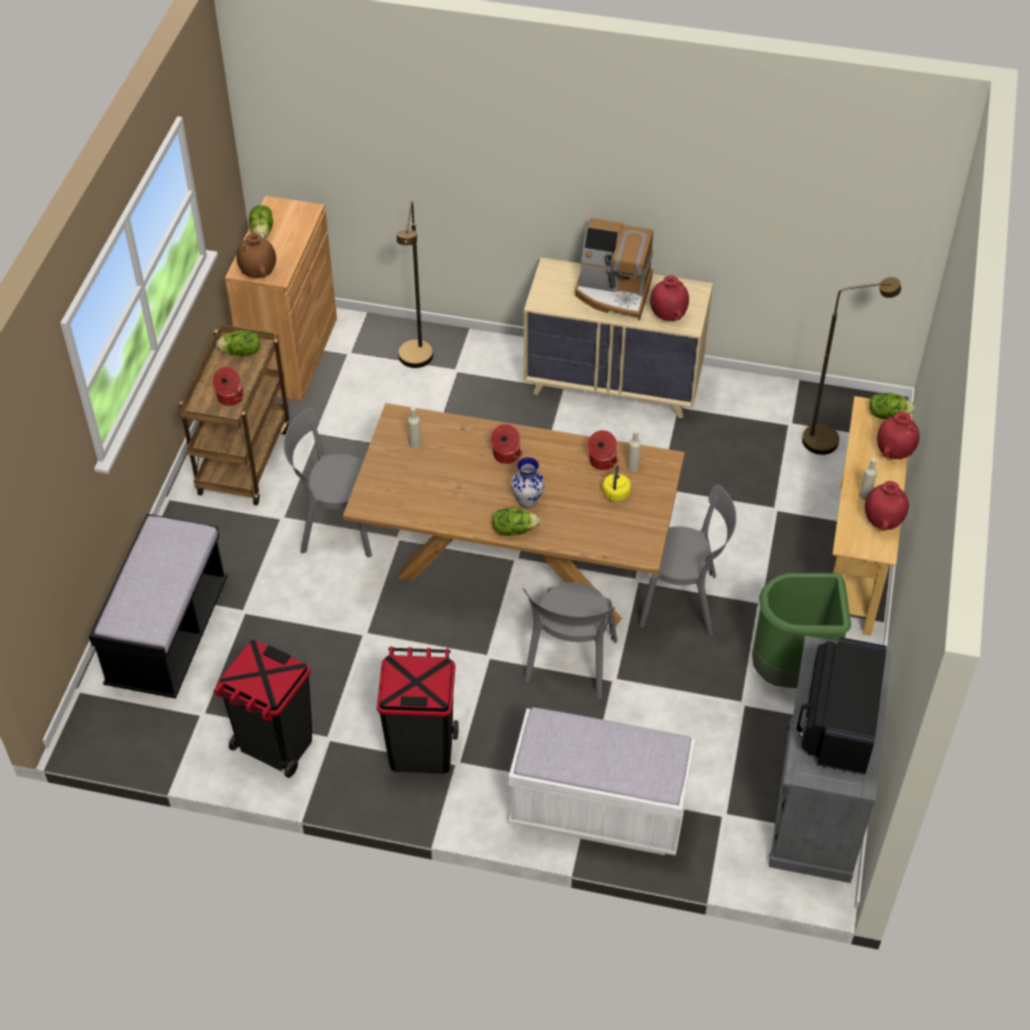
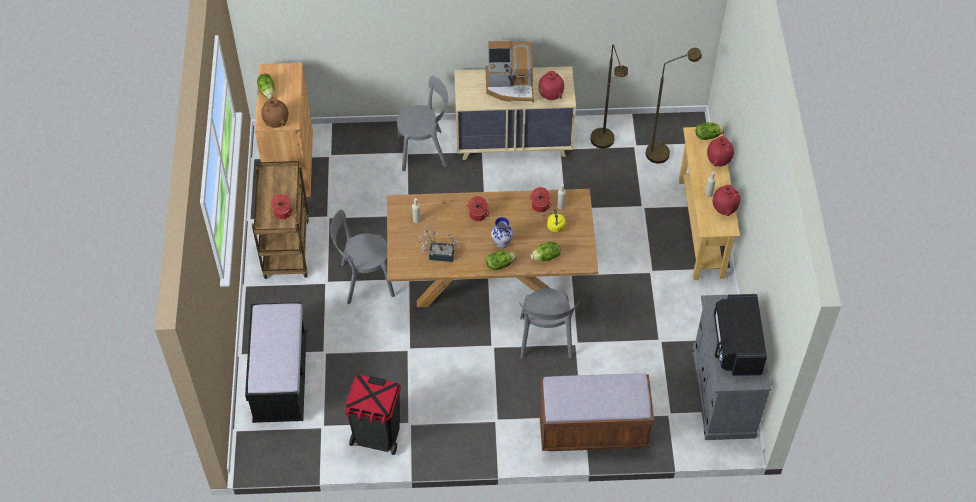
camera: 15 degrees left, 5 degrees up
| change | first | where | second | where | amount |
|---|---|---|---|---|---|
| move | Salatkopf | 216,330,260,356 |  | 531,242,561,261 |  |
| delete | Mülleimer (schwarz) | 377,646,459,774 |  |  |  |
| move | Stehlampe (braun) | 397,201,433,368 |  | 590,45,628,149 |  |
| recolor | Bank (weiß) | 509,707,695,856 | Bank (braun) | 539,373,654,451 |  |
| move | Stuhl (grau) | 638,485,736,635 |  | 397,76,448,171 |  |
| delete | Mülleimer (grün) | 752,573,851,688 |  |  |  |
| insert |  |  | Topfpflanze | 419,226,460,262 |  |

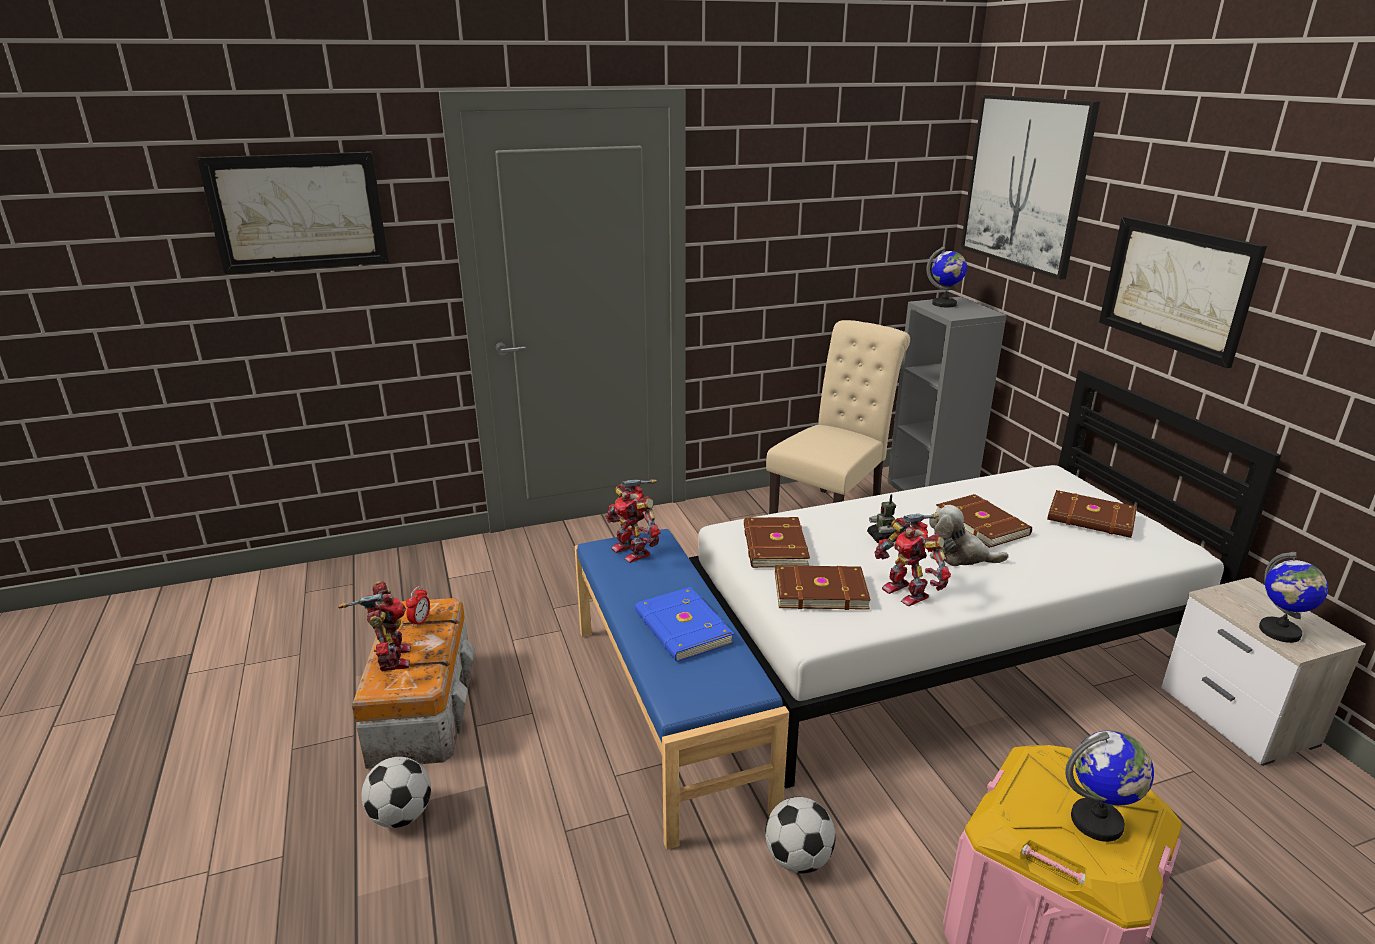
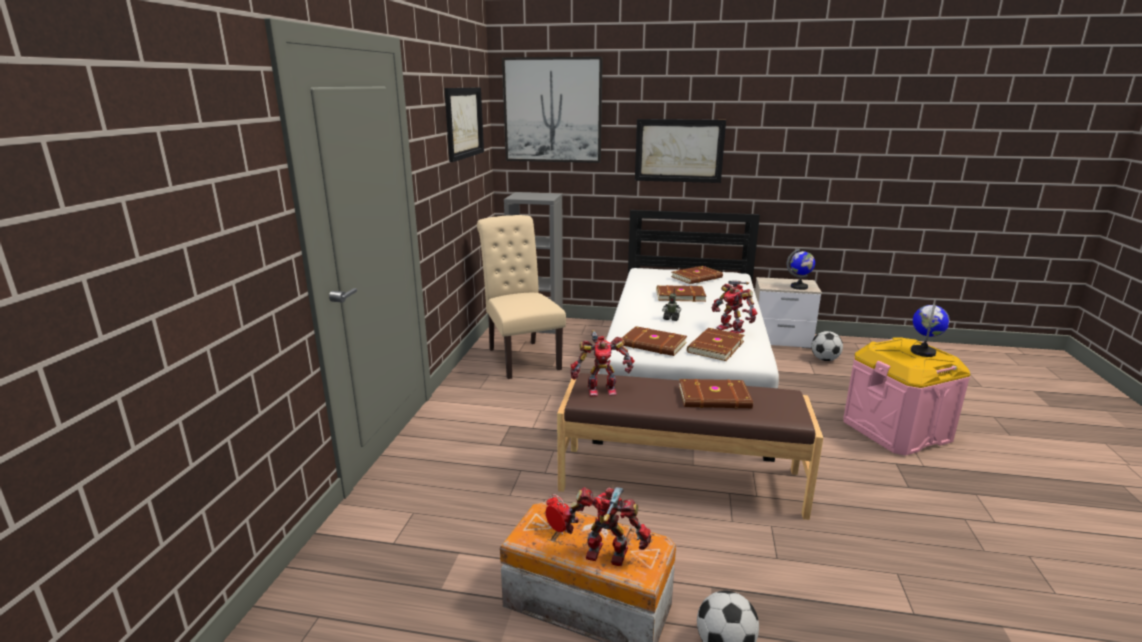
camera: 60 degrees left, 5 degrees down
| change | first | where | second | where | amount |
|---|---|---|---|---|---|
| move | Bild | 197,152,389,274 |  | 444,87,484,162 |  |
| recolor | Bank (blau) | 575,529,789,850 | Bank (braun) | 557,373,823,520 |  |
| recolor | Buch (blau) | 635,587,734,662 | Buch (braun) | 679,379,753,409 |  |
| move | Fußball | 765,797,836,874 |  | 811,331,843,361 |  |
| rotate | Spielzeugroboter | 874,514,951,606 |  | 711,281,757,334 | 60 degrees clockwise |
| delete | Globus | 926,246,967,308 |  |  |  |
| delete | Plüschtier | 929,505,1009,566 |  |  |  |

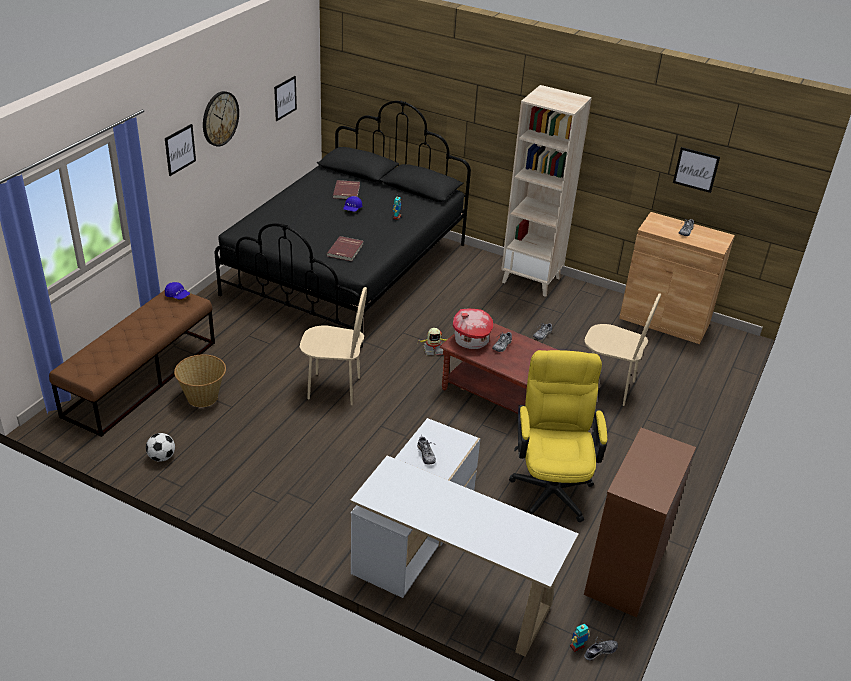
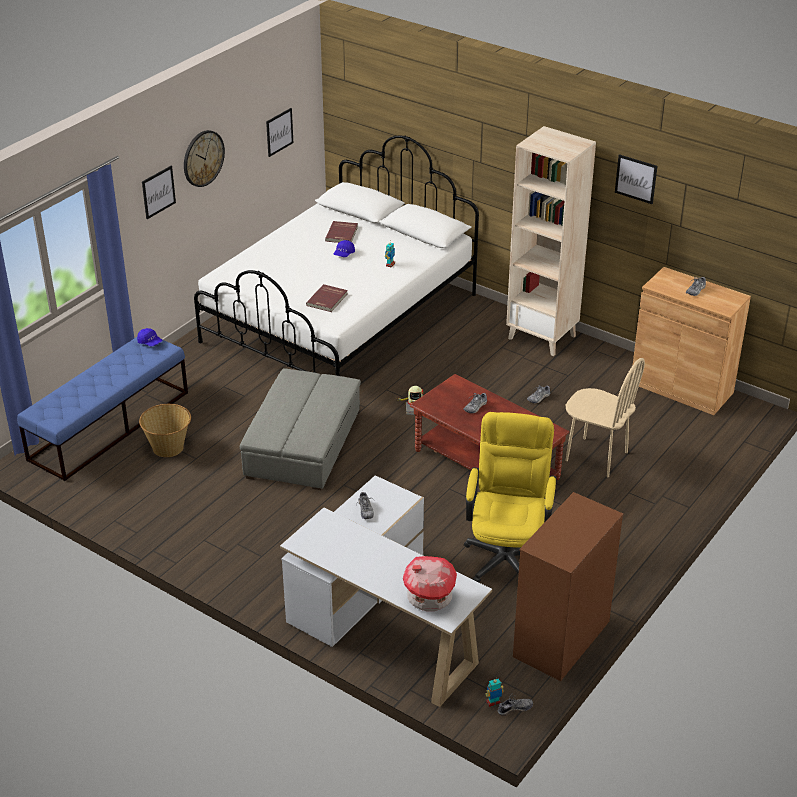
camera: 10 degrees right, 0 degrees up
| change | first | where | second | where | amount |
|---|---|---|---|---|---|
| recolor | Bank (braun) | 49,290,215,437 | Bank (blau) | 17,337,188,481 |  |
| delete | Fußball | 146,433,175,462 |  |  |  |
| recolor | Bett (schwarz) | 215,101,471,348 | Bett (weiß) | 194,136,479,376 |  |
| replace | Stuhl (beige) | 300,287,367,405 | Polsterhocker (grau) | 240,368,361,490 |  |
| move | Spielzeughaus | 452,309,493,349 |  | 403,556,457,611 |  |
| move | Bild | 673,147,720,193 |  | 615,154,658,204 |  |

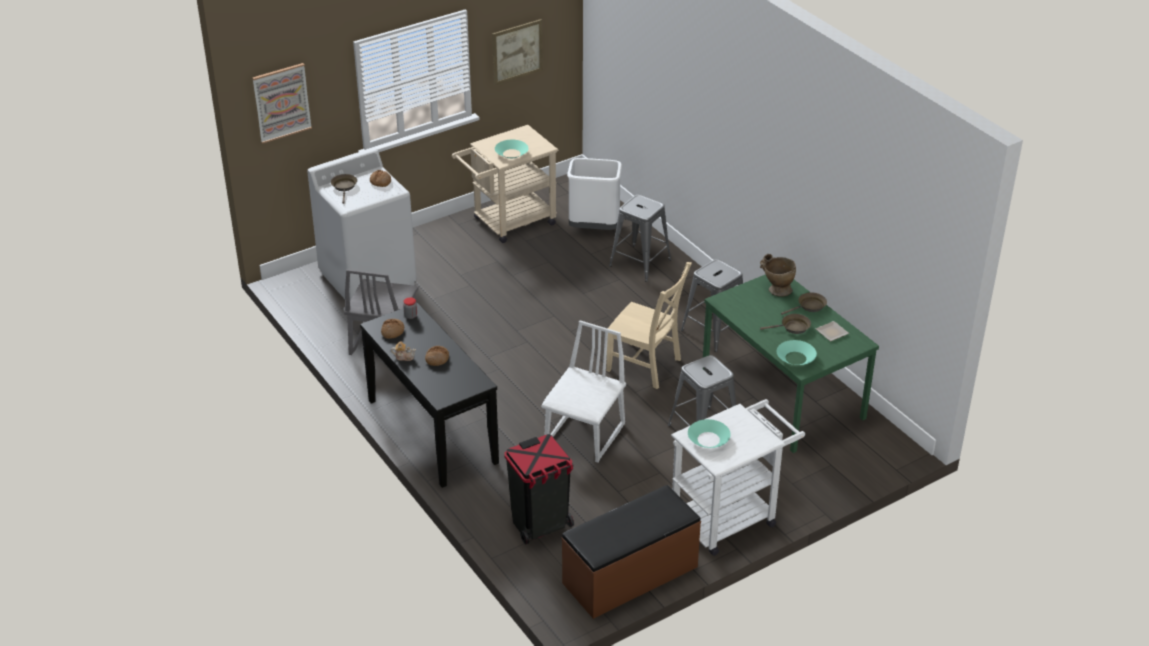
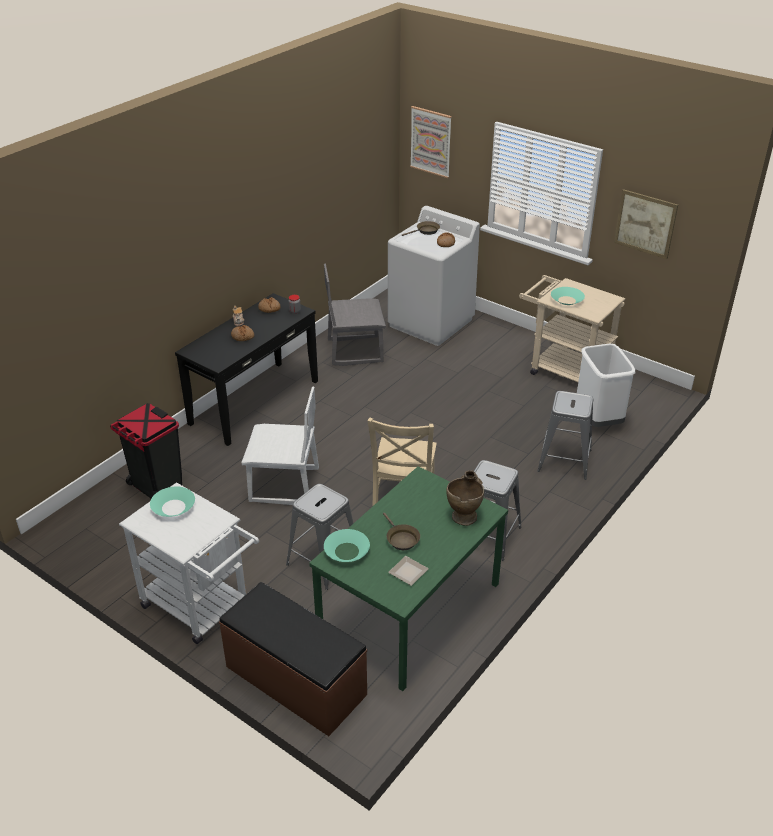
camera: 70 degrees right, 0 degrees up
| change | first | where | second | where | amount |
|---|---|---|---|---|---|
| move | Bank (braun) | 561,485,701,619 |  | 219,582,367,736 |  |
| delete | Pfanne (braun) | 781,292,827,315 |  |  |  |

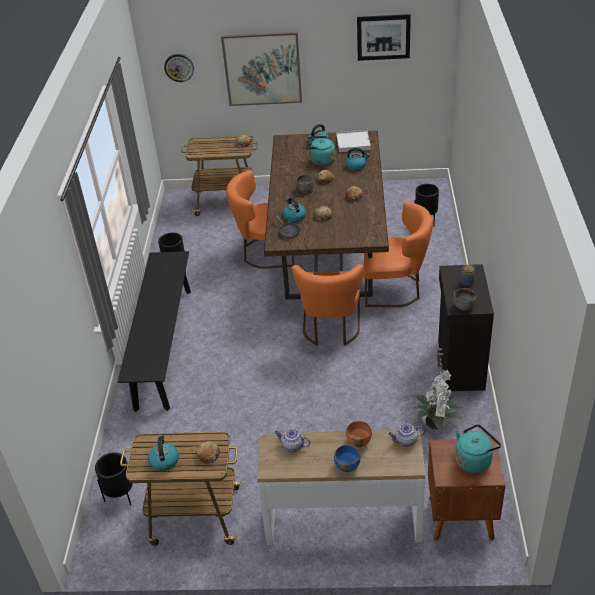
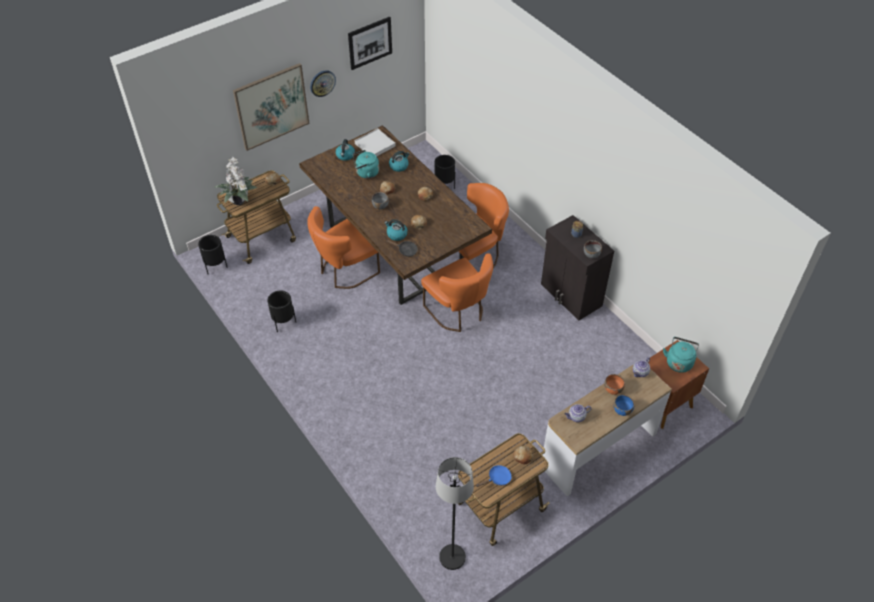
camera: 40 degrees left, 10 degrees up
| change | first | where | second | where | amount |
|---|---|---|---|---|---|
| move | Pflanzkübel (schwarz) | 95,452,133,506 |  | 198,235,228,274 |  |
| delete | Bank (schwarz) | 118,251,191,412 |  |  |  |
| replace | Wasserkessel | 148,435,179,471 | Pfanne (blau) | 476,465,512,487 |  |
| move | Wanduhr | 164,54,194,82 |  | 310,70,336,97 |  |
| move | Topfpflanze | 412,370,462,432 |  | 215,157,257,205 |  |
| insert |  |  | Stehlampe (schwarz) | 436,457,474,570 |  |

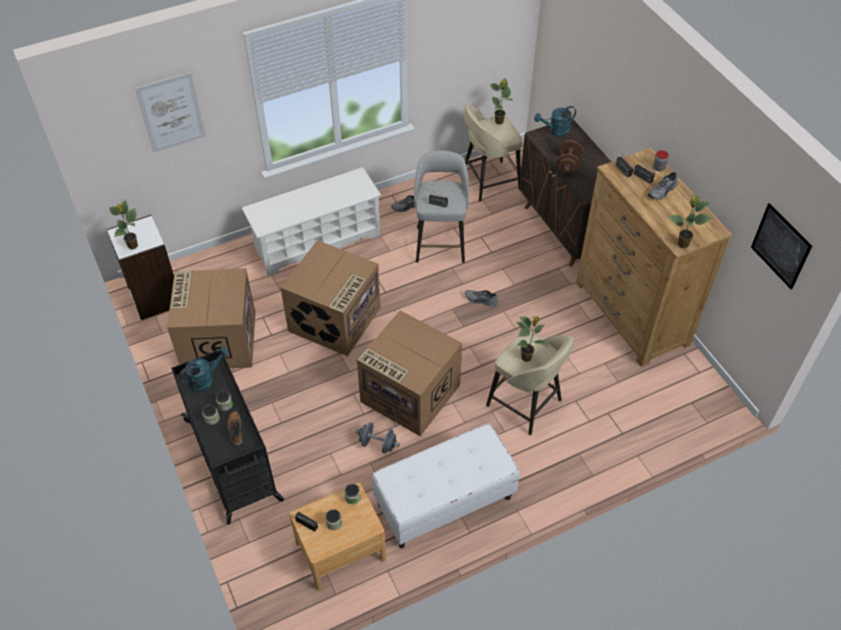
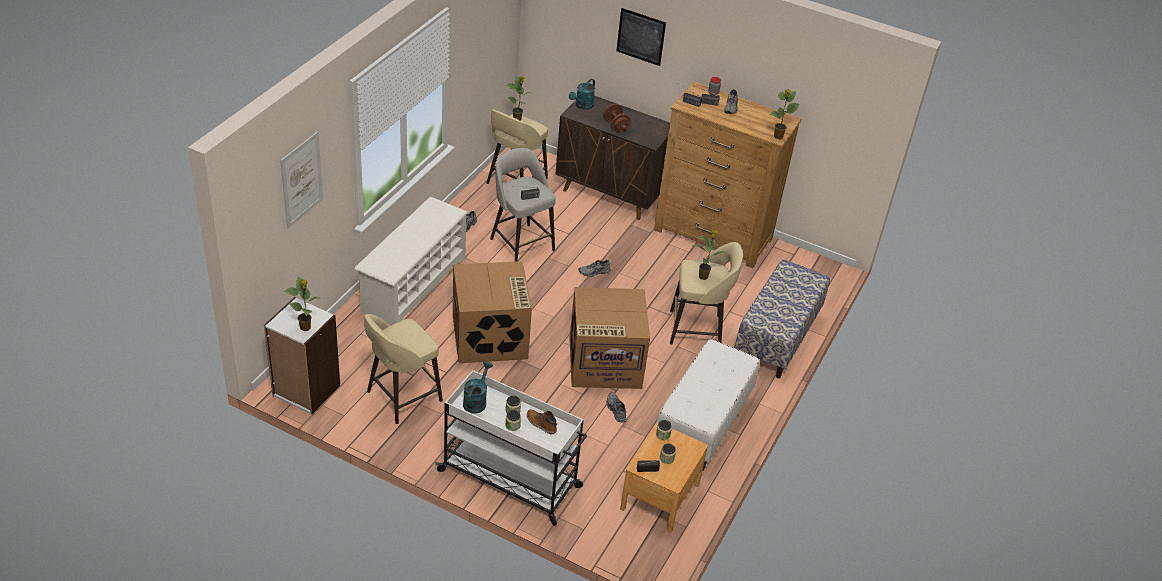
camera: 40 degrees left, 10 degrees down
| change | first | where | second | where | amount |
|---|---|---|---|---|---|
| replace | Karton | 167,268,256,368 | Hocker (beige) | 364,314,443,424 |  |
| recolor | Rollwagen (schwarz) | 171,349,284,525 | Rollwagen (weiß) | 435,370,587,526 |  |
| replace | Hantel (grau) | 356,422,400,454 | Schuh (grau) | 607,392,626,422 |  |
| move | Bild | 751,203,812,289 |  | 617,8,666,66 |  |
| insert |  |  | Bank | 735,259,830,378 |  |

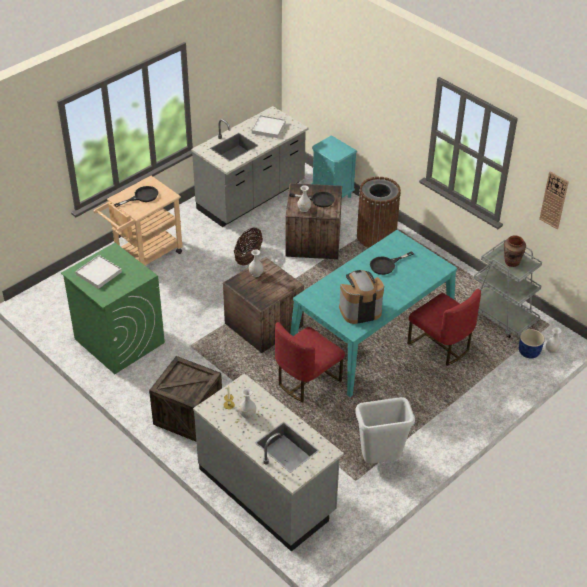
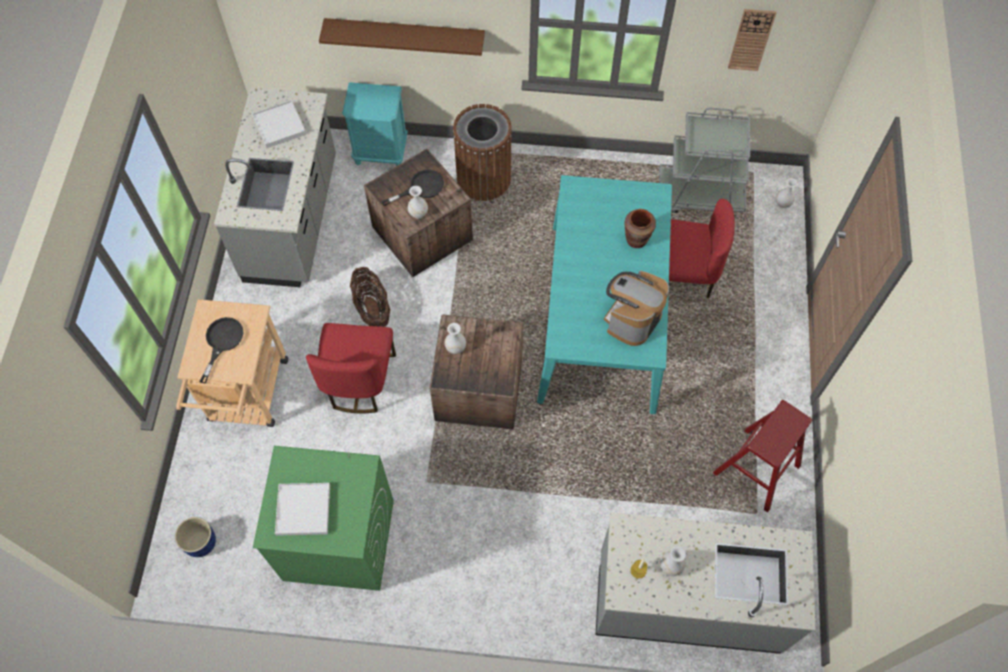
camera: 40 degrees left, 20 degrees up
| change | first | where | second | where | amount |
|---|---|---|---|---|---|
| delete | Kiste | 149,356,222,442 |  |  |  |
| move | Stuhl (rot) | 275,322,345,402 |  | 306,323,396,413 |  |
| replace | Mülleimer (grau) | 355,397,415,464 | Hocker (rot) | 713,400,812,513 |  |
| delete | Pfanne (schwarz) | 370,251,414,275 |  |  |  |
| move | Vase (braun) | 504,235,526,267 |  | 624,209,656,248 |  |
| move | Pflanzkübel (blau) | 519,329,545,359 |  | 175,517,216,557 |  |
| insert |  |  | Wandregal (braun) | 319,18,485,56 |  |

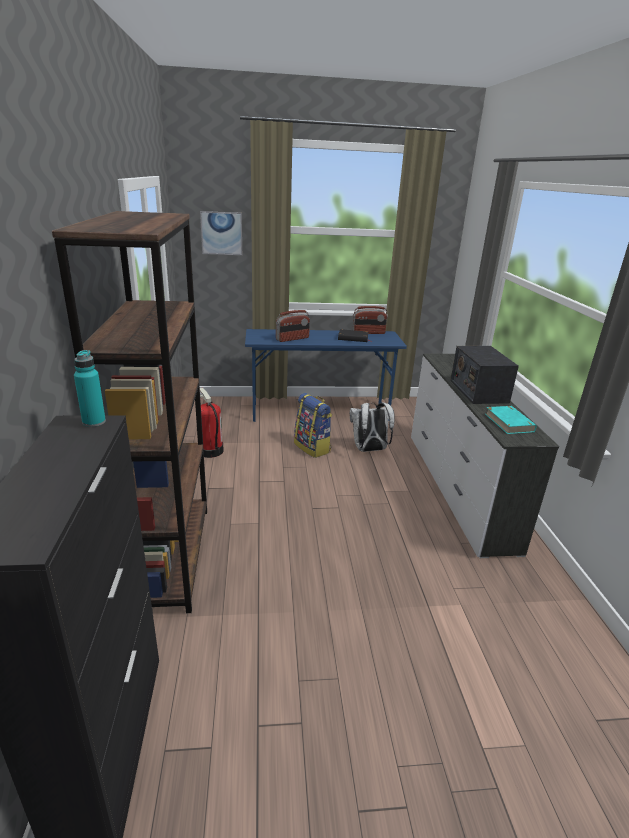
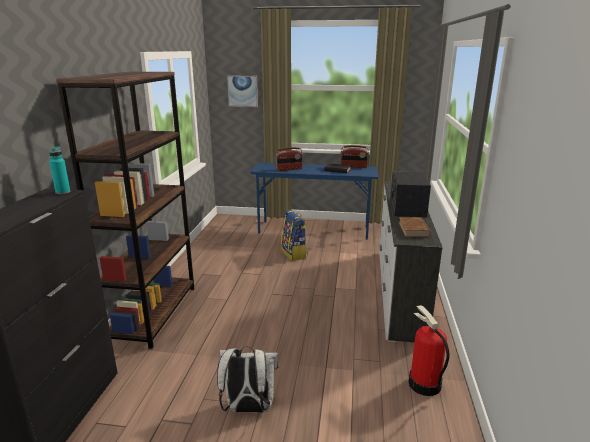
camera: 15 degrees right, 5 degrees down
| change | first | where | second | where | amount |
|---|---|---|---|---|---|
| move | Feuerlöscher | 200,388,224,458 |  | 409,305,449,396 |  |
| move | Rucksack (weiß) | 350,402,395,452 |  | 217,346,278,413 |  |
| recolor | Buch (türkis) | 485,406,537,434 | Buch (braun) | 398,217,430,237 |  |

